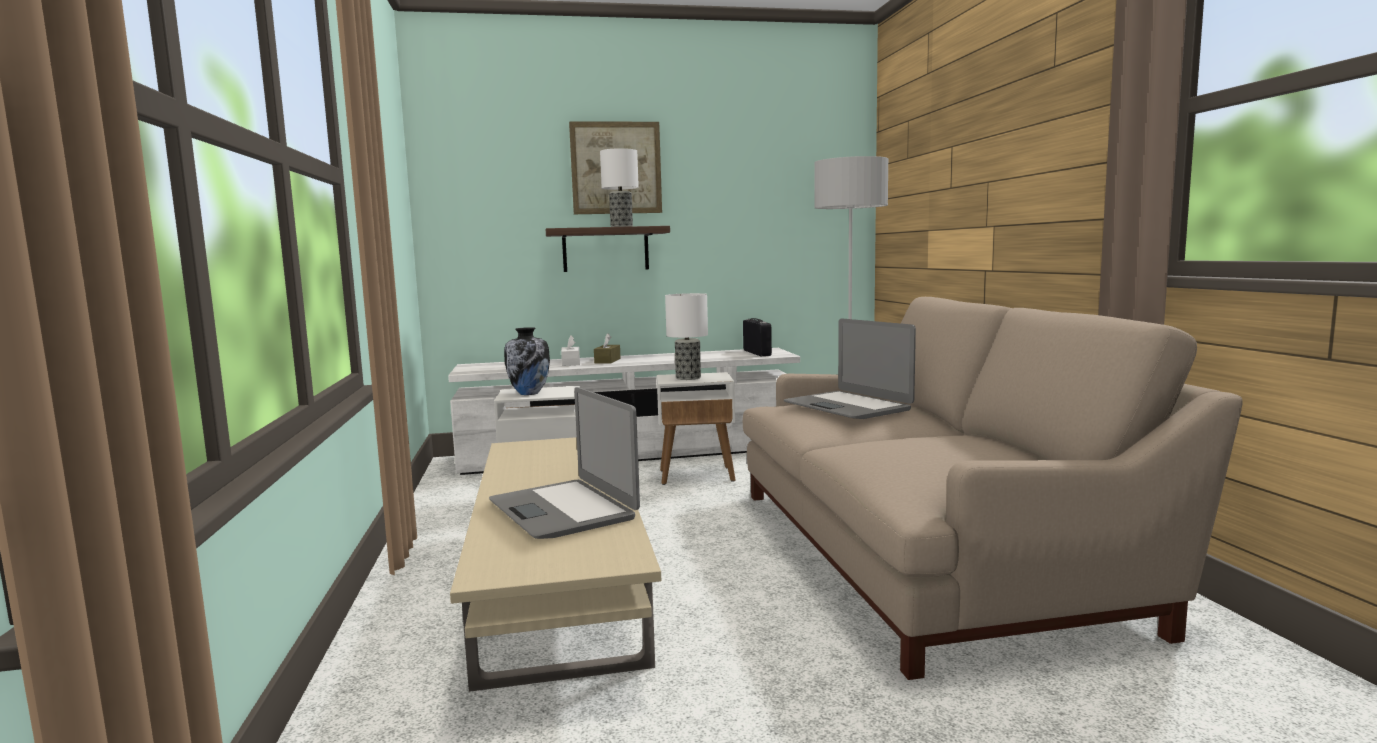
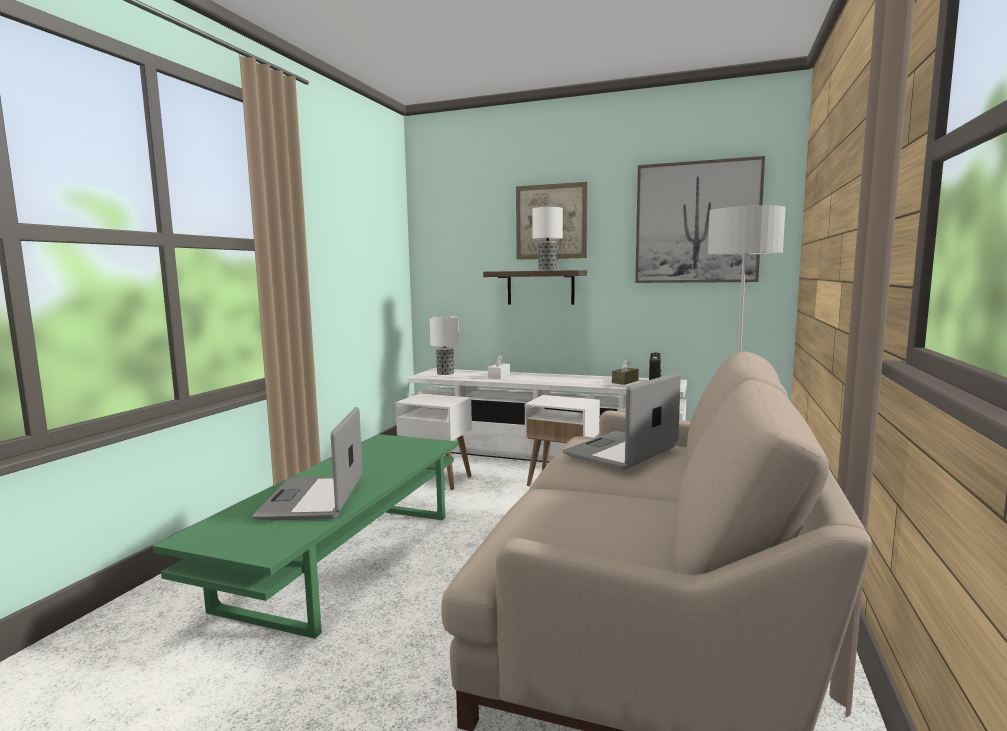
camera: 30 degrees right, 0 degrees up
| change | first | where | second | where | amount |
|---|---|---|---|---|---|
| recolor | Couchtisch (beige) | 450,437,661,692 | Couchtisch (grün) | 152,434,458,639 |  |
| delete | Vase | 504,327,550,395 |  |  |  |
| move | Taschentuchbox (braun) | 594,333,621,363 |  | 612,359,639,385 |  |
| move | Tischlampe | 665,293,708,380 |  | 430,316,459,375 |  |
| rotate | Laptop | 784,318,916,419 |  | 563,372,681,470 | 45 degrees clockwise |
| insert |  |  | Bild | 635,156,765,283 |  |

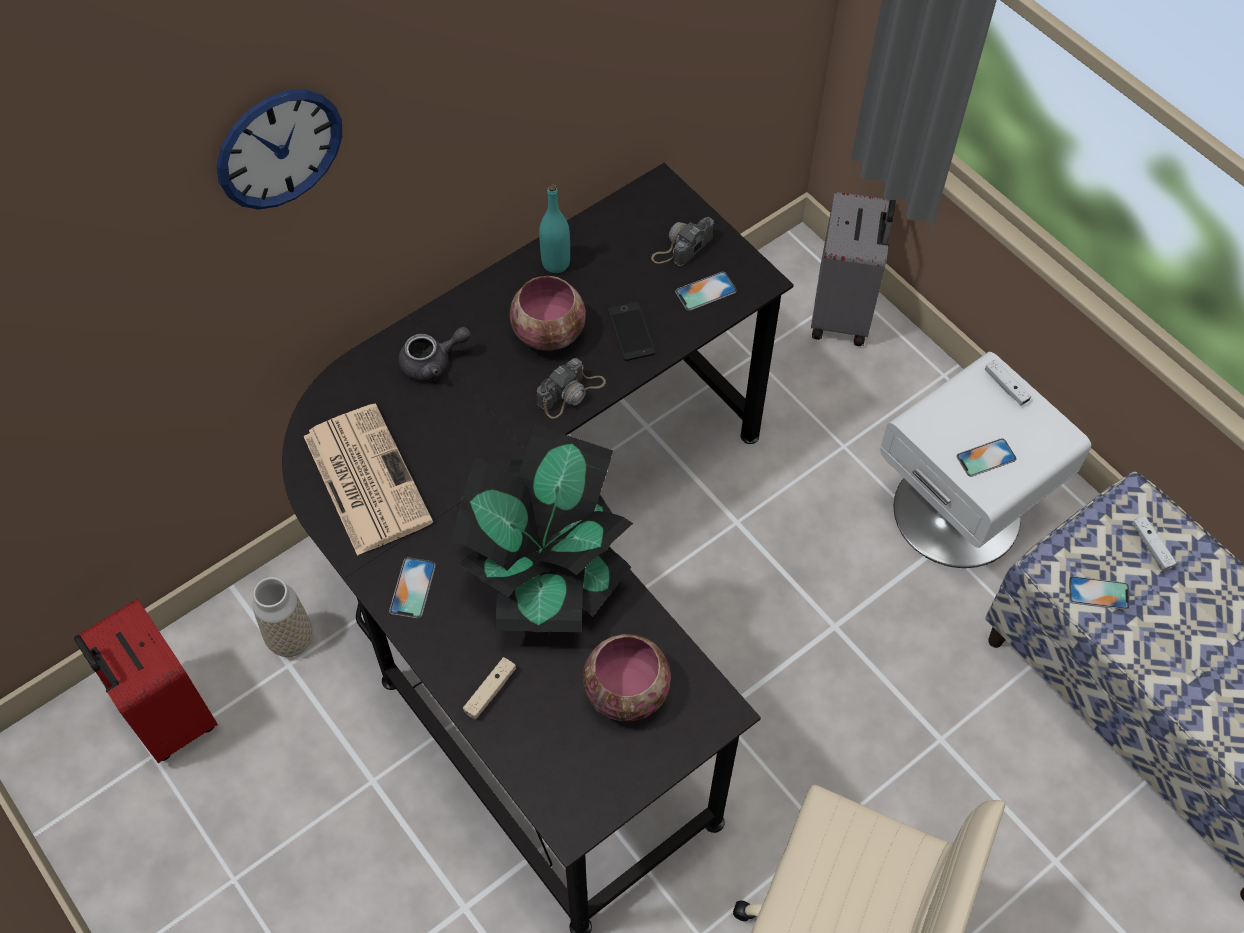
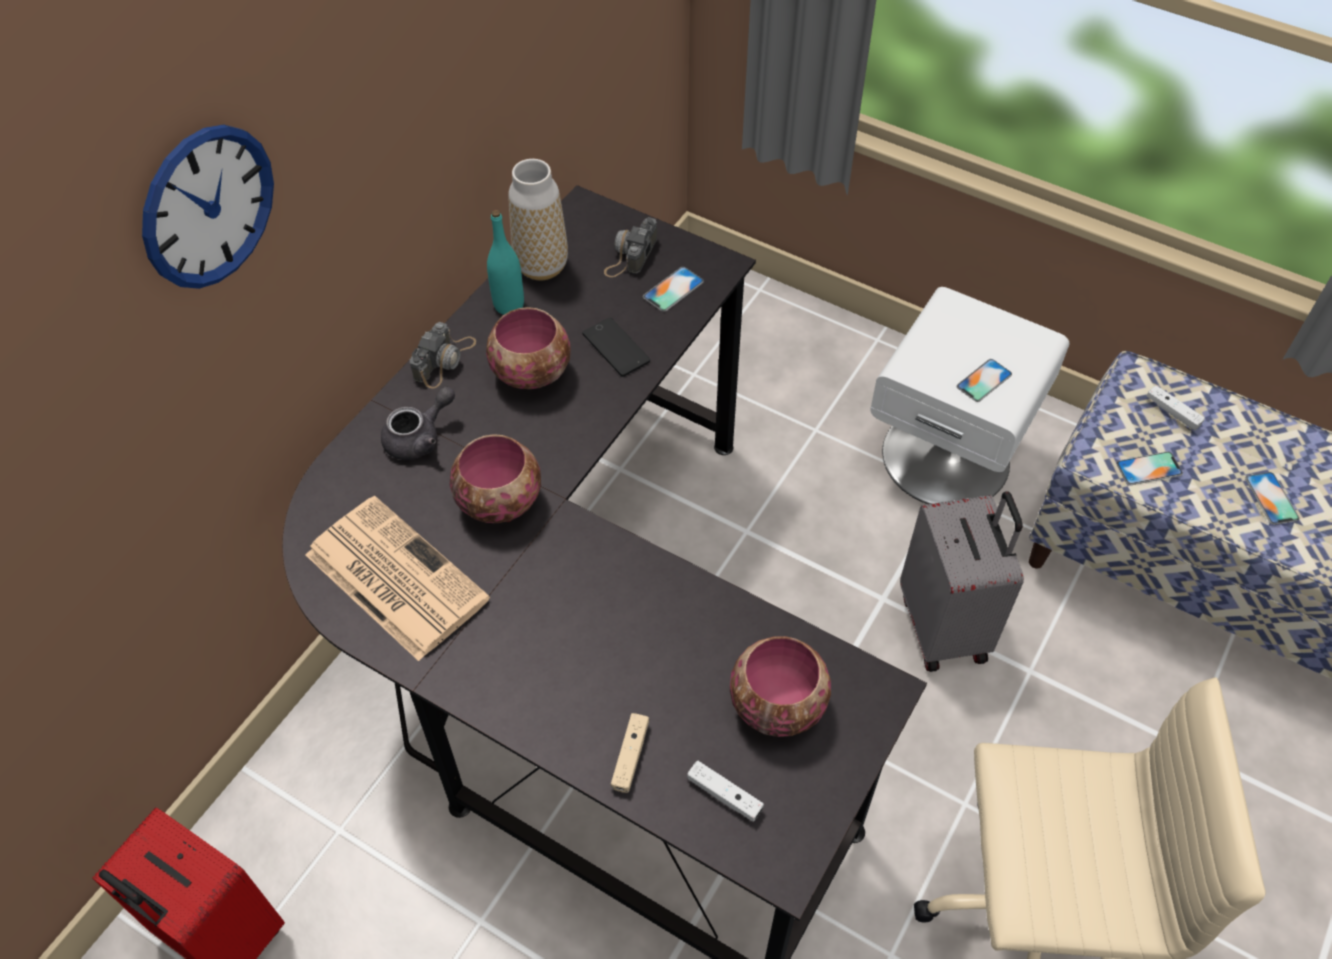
camera: 20 degrees left, 5 degrees down
| change | first | where | second | where | amount |
|---|---|---|---|---|---|
| move | Vase | 253,577,313,657 |  | 508,159,568,281 |  |
| move | Handy | 389,557,436,618 |  | 1245,472,1299,525 |  |
| delete | Topfpflanze | 450,424,633,632 |  |  |  |
| move | Kamera | 537,358,606,419 |  | 410,322,476,388 |  |
| move | Koffer (grau) | 811,192,896,346 |  | 900,491,1024,672 |  |
| move | Gamepad (weiß) | 985,360,1031,405 |  | 687,761,764,822 |  |
| insert |  |  | Schüssel | 449,434,541,523 |  |

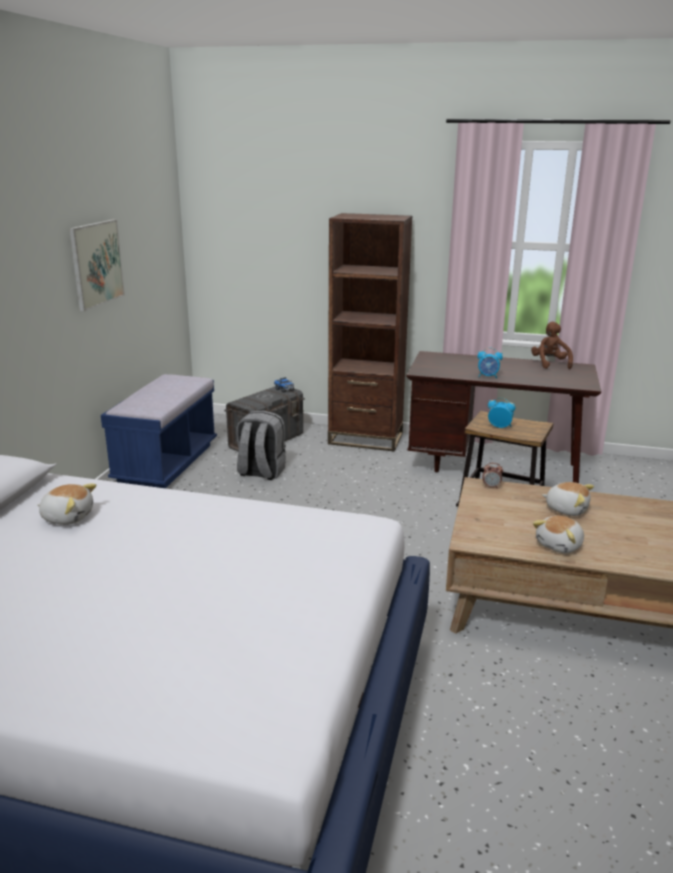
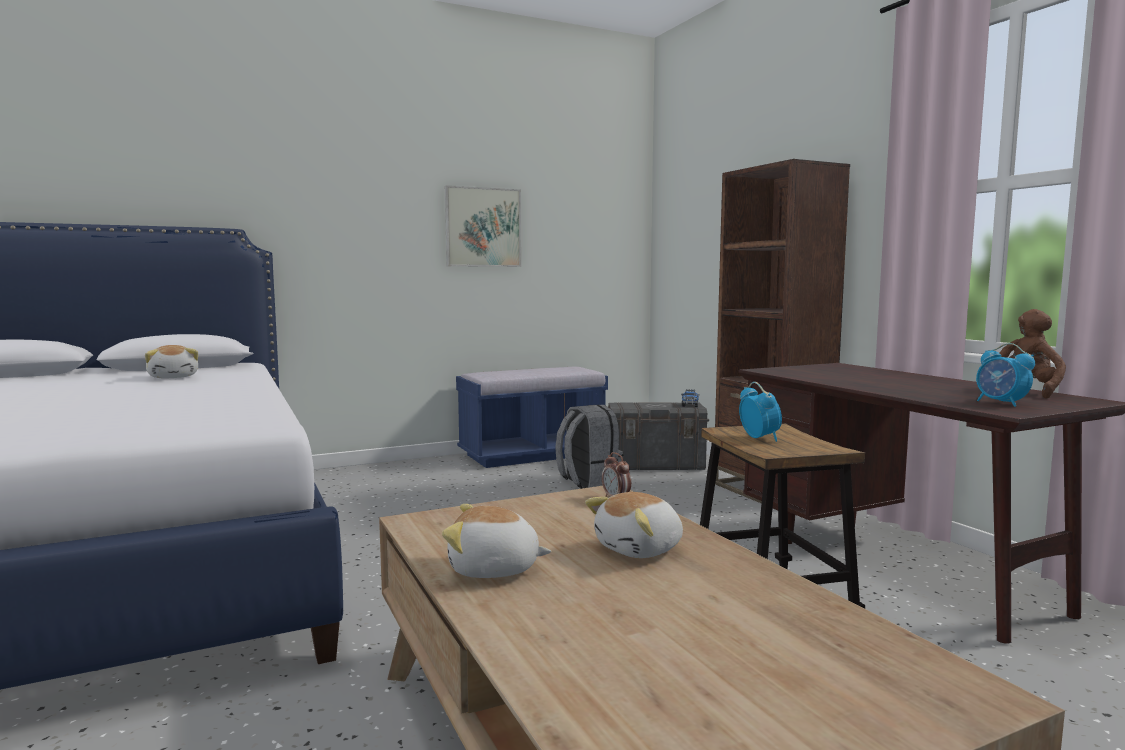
camera: 50 degrees right, 15 degrees down
| change | first | where | second | where | amount |
|---|---|---|---|---|---|
| move | Wecker | 477,348,503,379 |  | 976,343,1035,407 |  |
| rotate | Plüschtier | 542,482,594,516 |  | 585,492,683,558 | 60 degrees clockwise |

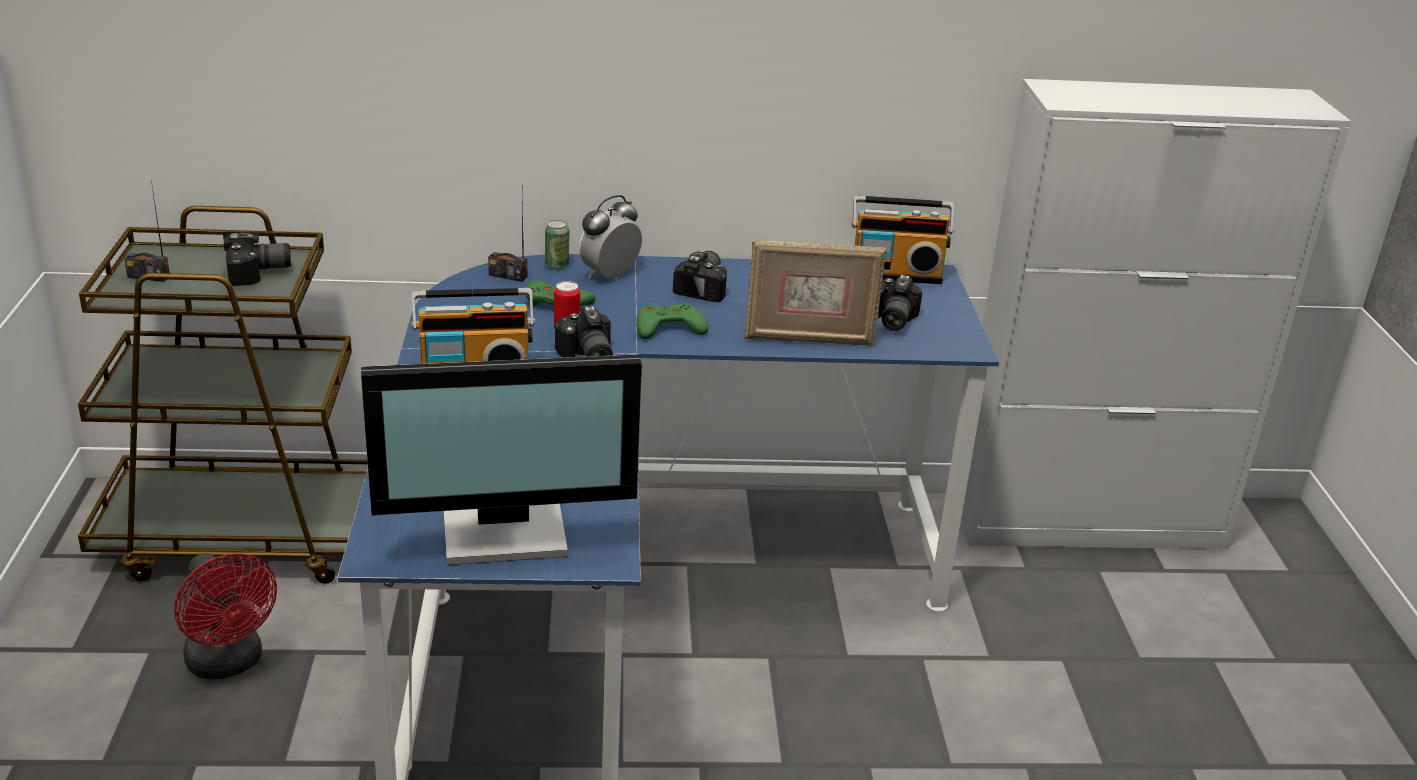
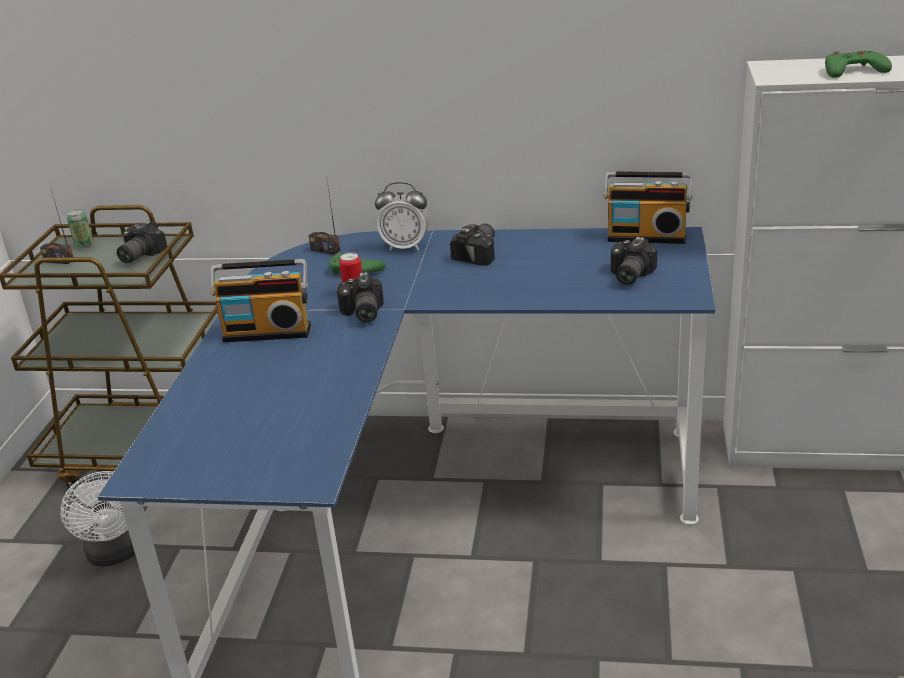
camera: 15 degrees right, 0 degrees up
| change | first | where | second | where | amount |
|---|---|---|---|---|---|
| recolor | Ventilator (rot) | 174,553,277,679 | Ventilator (weiß) | 60,470,135,567 |  |
| rotate | Kamera | 224,232,291,286 |  | 117,220,168,263 | 120 degrees clockwise |
| delete | Monitor | 361,354,642,565 |  |  |  |
| move | Dose | 545,220,569,269 |  | 67,209,93,248 |  |
| rotate | Wecker | 579,195,642,279 |  | 375,182,429,251 | 135 degrees counterclockwise |
| move | Gamepad (grün) | 637,304,708,339 |  | 825,51,892,78 |  |
| delete | Bilderrahmen | 745,239,886,346 |  |  |  |

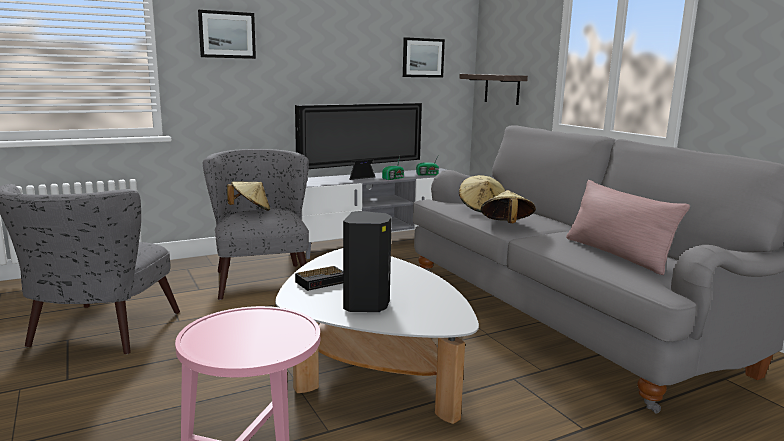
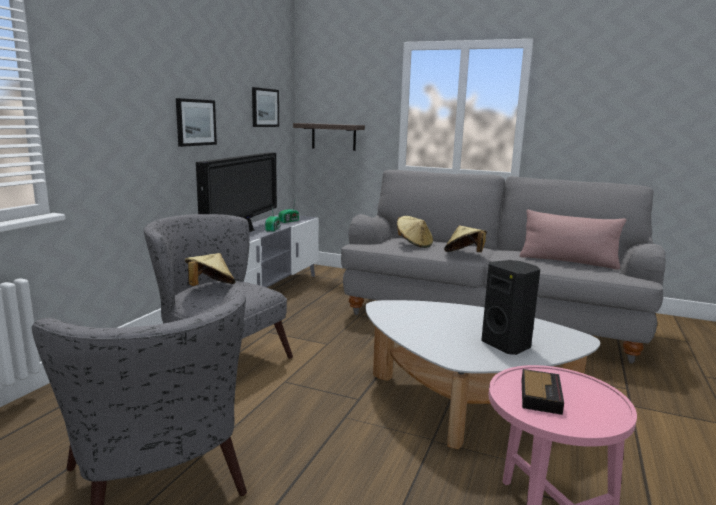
camera: 40 degrees left, 0 degrees up
| change | first | where | second | where | amount |
|---|---|---|---|---|---|
| move | Bild | 198,10,256,59 |  | 176,98,217,147 |  |
| move | Wecker | 295,266,343,291 |  | 522,369,564,415 |  |

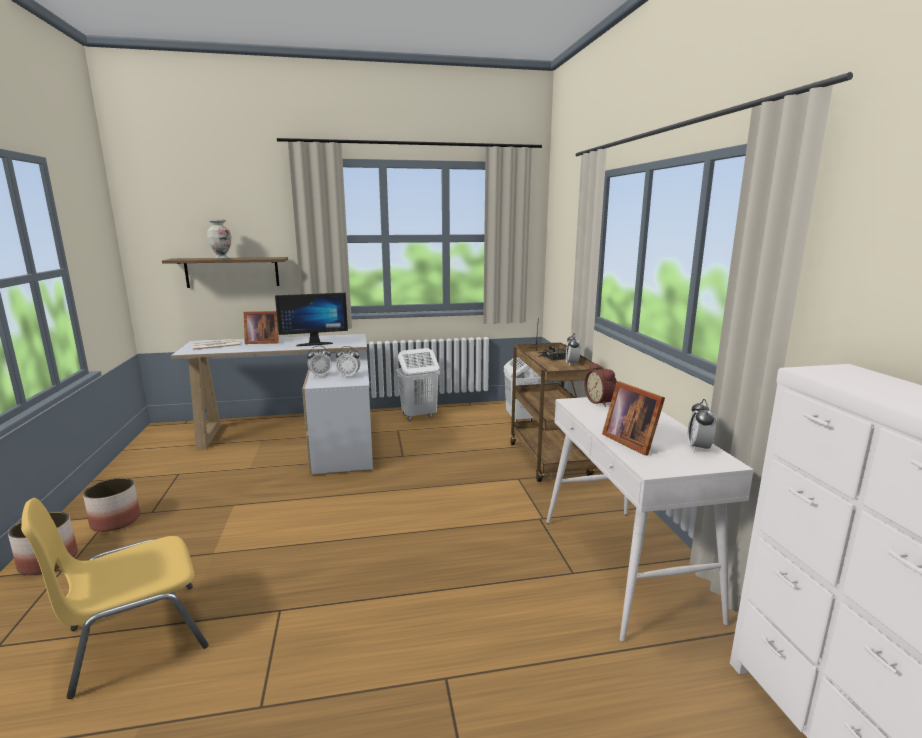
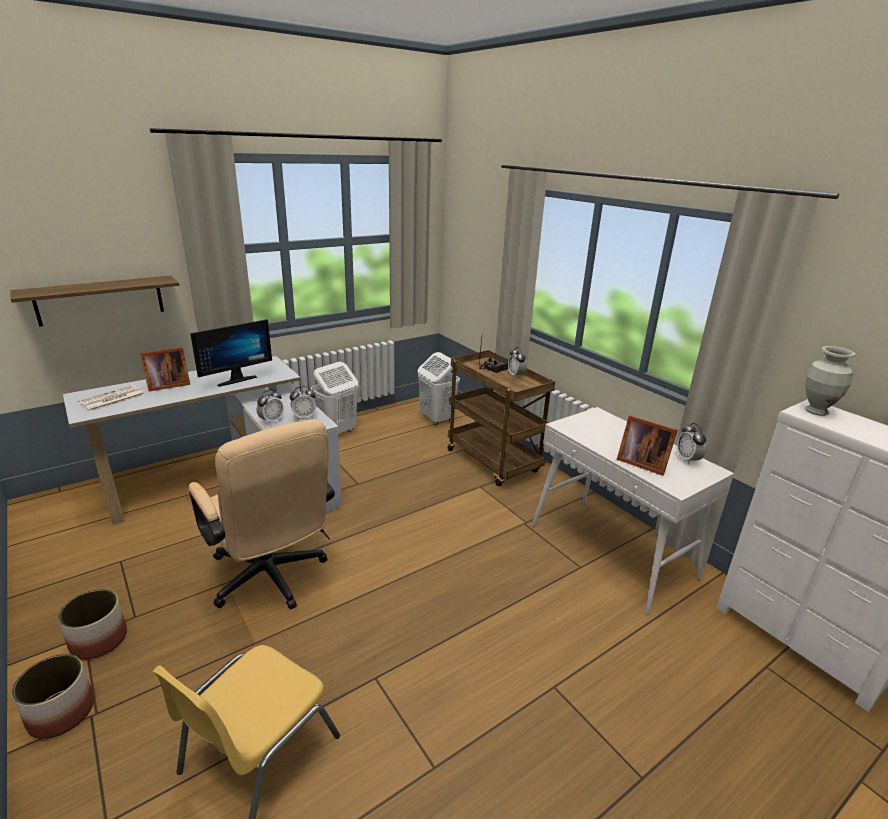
camera: 25 degrees left, 10 degrees up
| change | first | where | second | where | amount |
|---|---|---|---|---|---|
| move | Vase | 207,220,231,259 |  | 805,346,855,416 |  |
| delete | Wecker | 584,363,617,407 |  |  |  |
| insert |  |  | Bürostuhl (beige) | 189,419,335,610 |  |

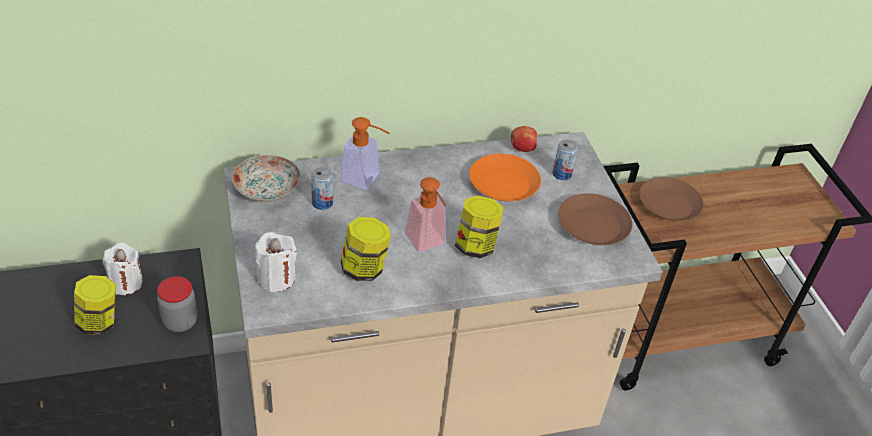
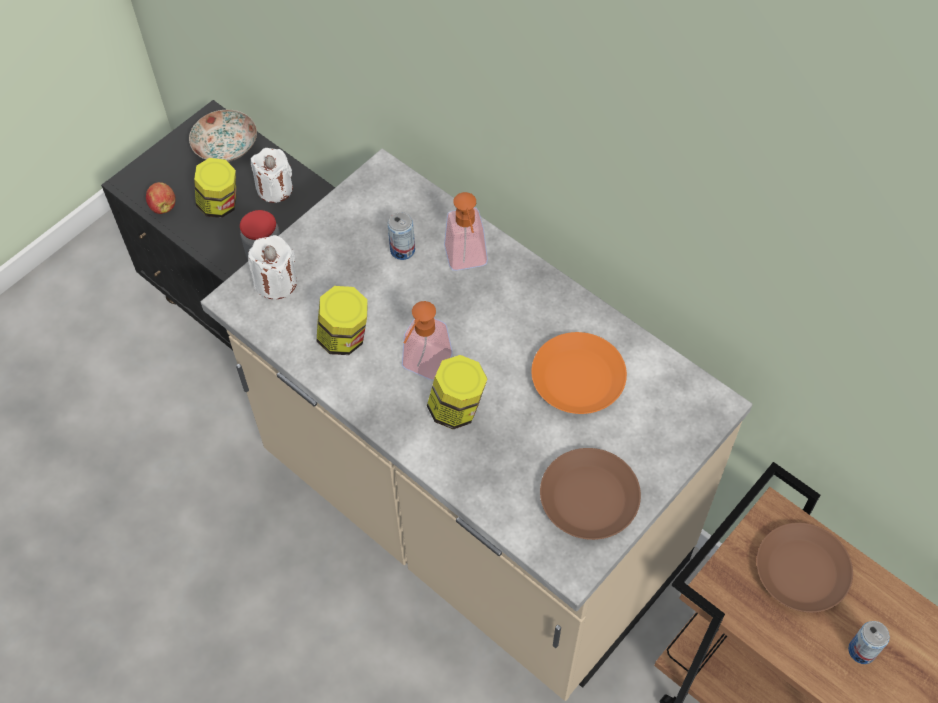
camera: 60 degrees right, 15 degrees up
| change | first | where | second | where | amount |
|---|---|---|---|---|---|
| move | Teller | 232,155,300,203 |  | 189,110,257,162 |  |
| move | Apfel | 511,126,537,152 |  | 146,182,176,214 |  |
| move | Dose | 552,139,578,180 |  | 848,621,890,664 |  |

